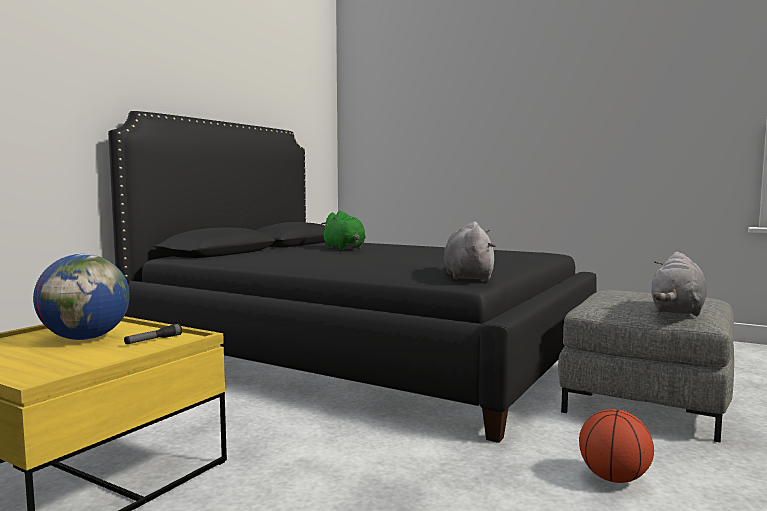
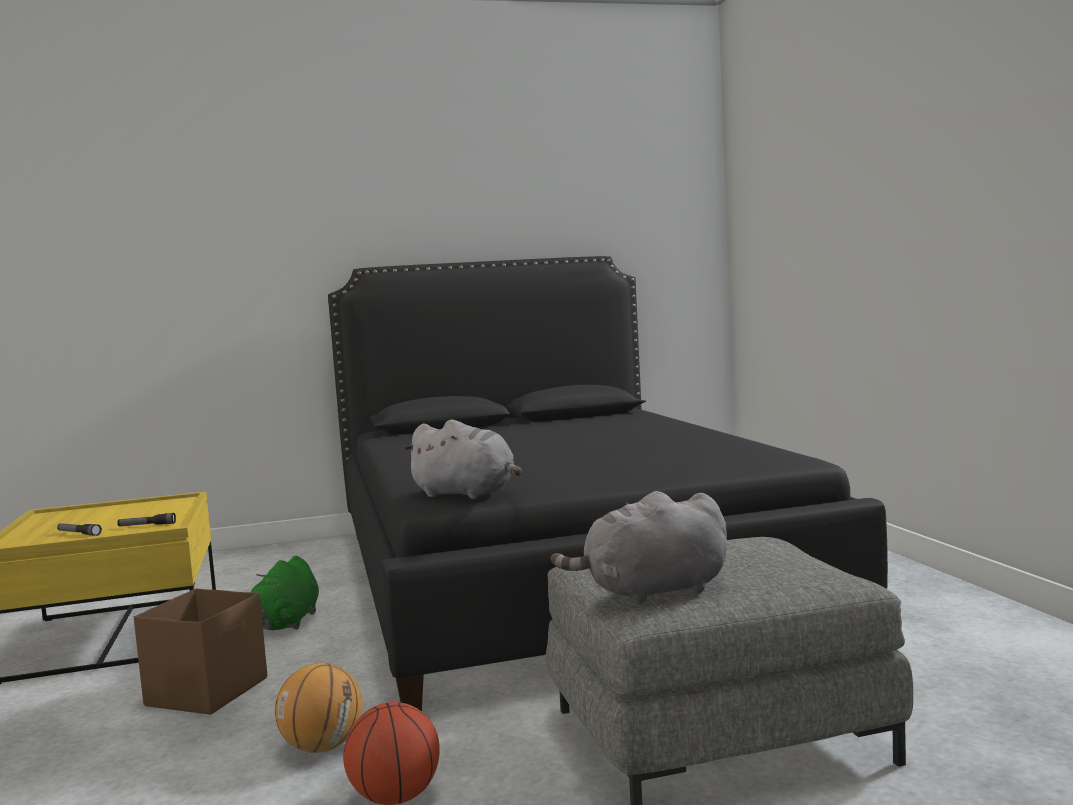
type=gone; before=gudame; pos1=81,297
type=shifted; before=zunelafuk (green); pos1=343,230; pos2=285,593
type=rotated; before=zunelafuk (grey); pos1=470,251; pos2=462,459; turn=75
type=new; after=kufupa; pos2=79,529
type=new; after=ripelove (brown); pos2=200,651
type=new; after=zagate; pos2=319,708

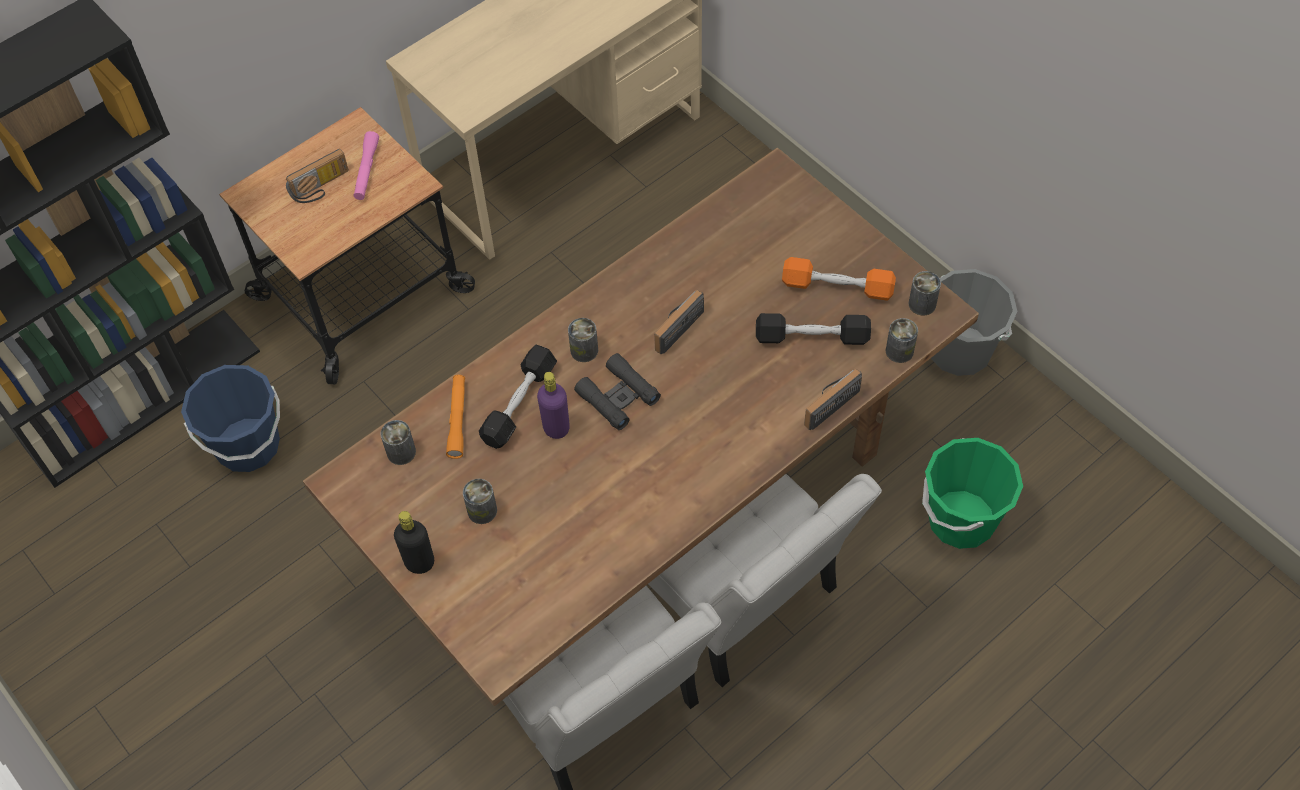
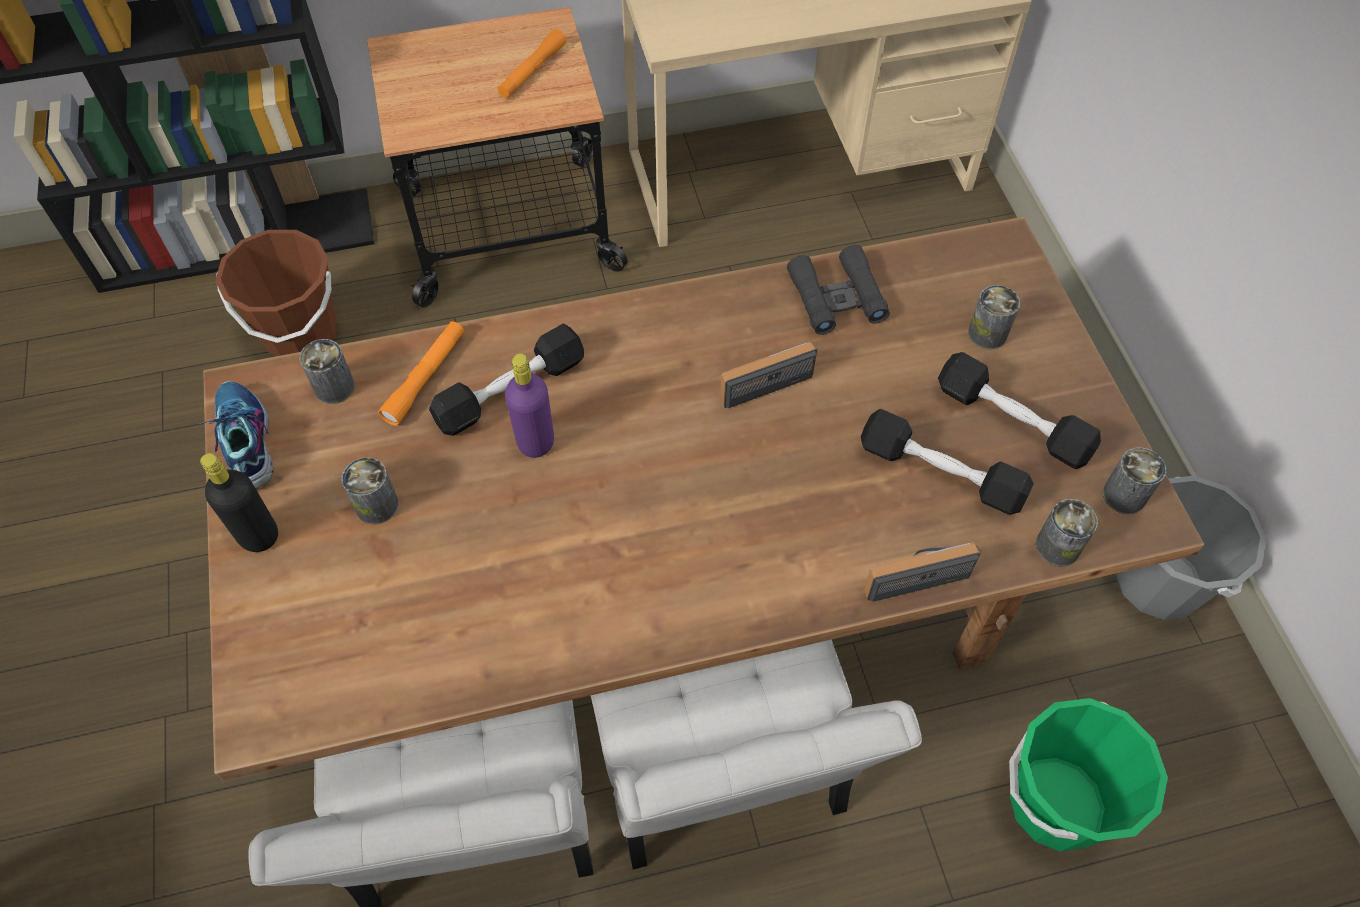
type=repainted; before=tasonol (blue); after=tasonol (brown); pos1=230,418; pos2=276,293
type=gone; before=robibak; pos1=317,176
type=repainted; before=kufupa (pink); after=kufupa (orange); pos1=366,165; pos2=531,63
type=shifted; before=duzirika; pos1=583,340; pos2=994,317
type=shifted; before=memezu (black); pos1=617,391; pos2=838,290
type=repainted; before=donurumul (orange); after=donurumul (black); pos1=839,279; pos2=1019,410
type=new; after=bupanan; pos2=236,434

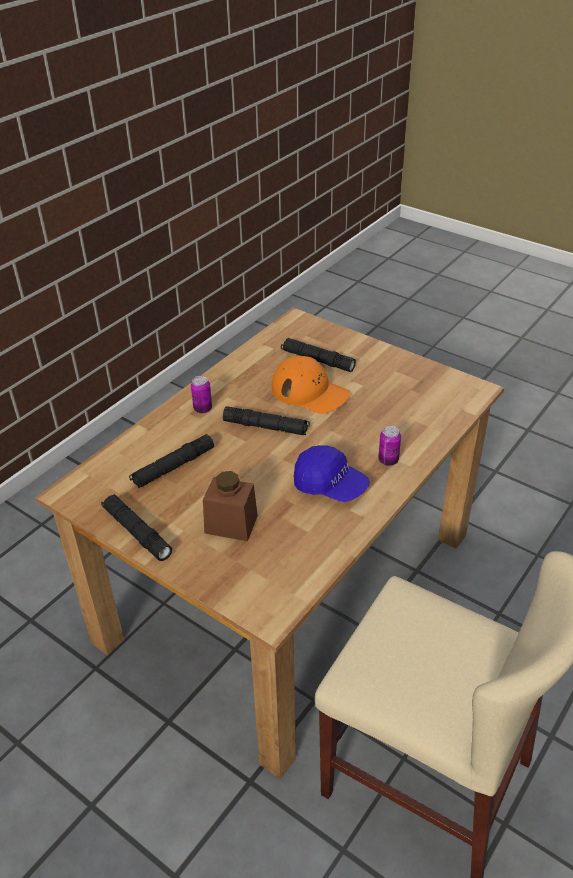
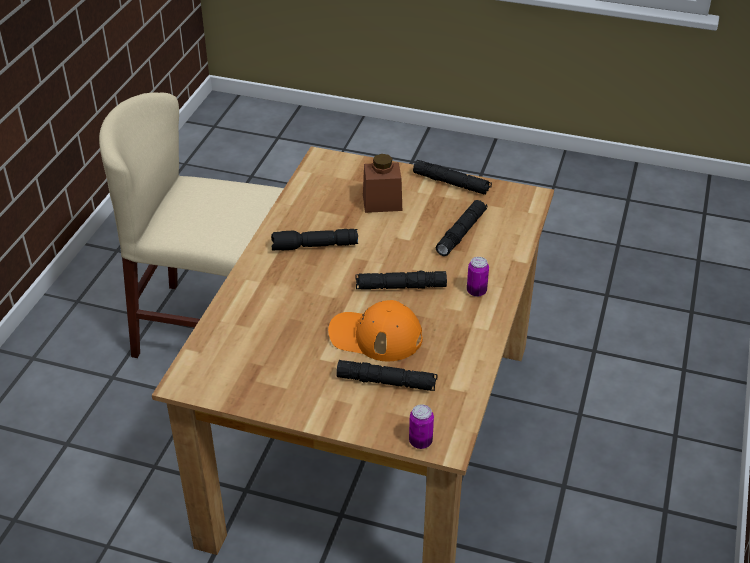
type=swapped; before=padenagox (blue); after=kufupa (black); pos1=332,473; pos2=314,240
type=shifted; before=duzirika; pos1=389,446; pos2=421,426

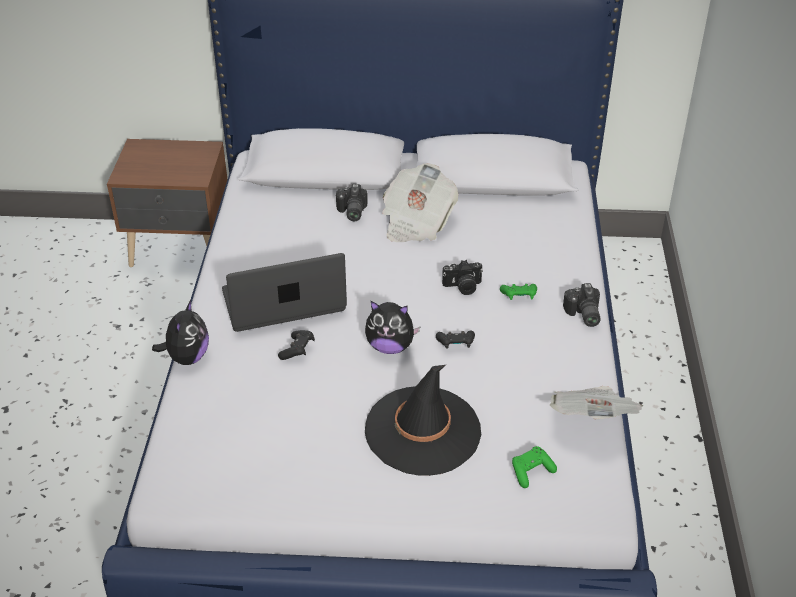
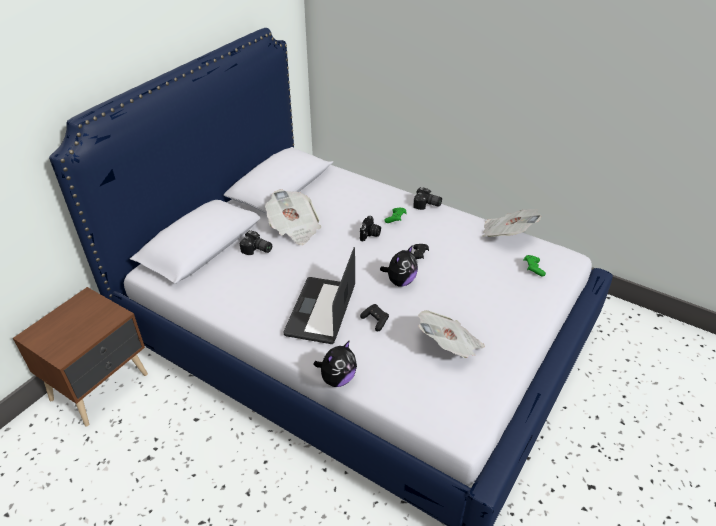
type=rotated; before=zunelafuk; pos1=180,332; pos2=335,363; turn=90
type=gone; before=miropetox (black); pos1=423,420
type=new; after=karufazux; pos2=451,334

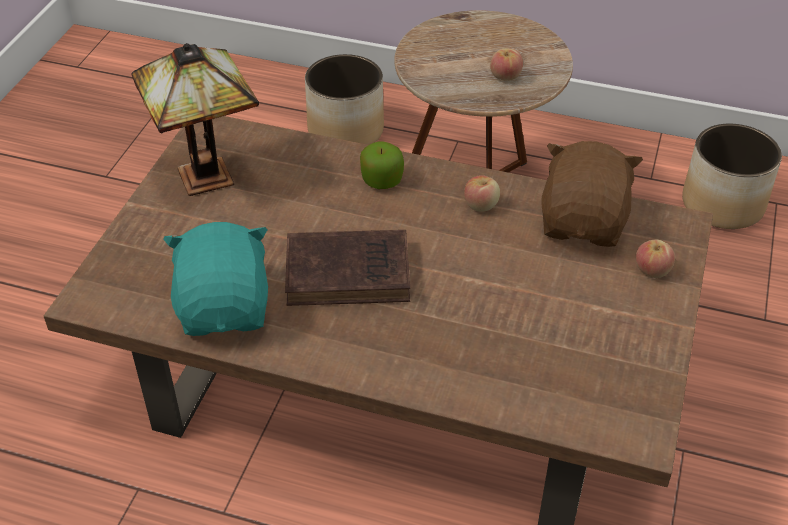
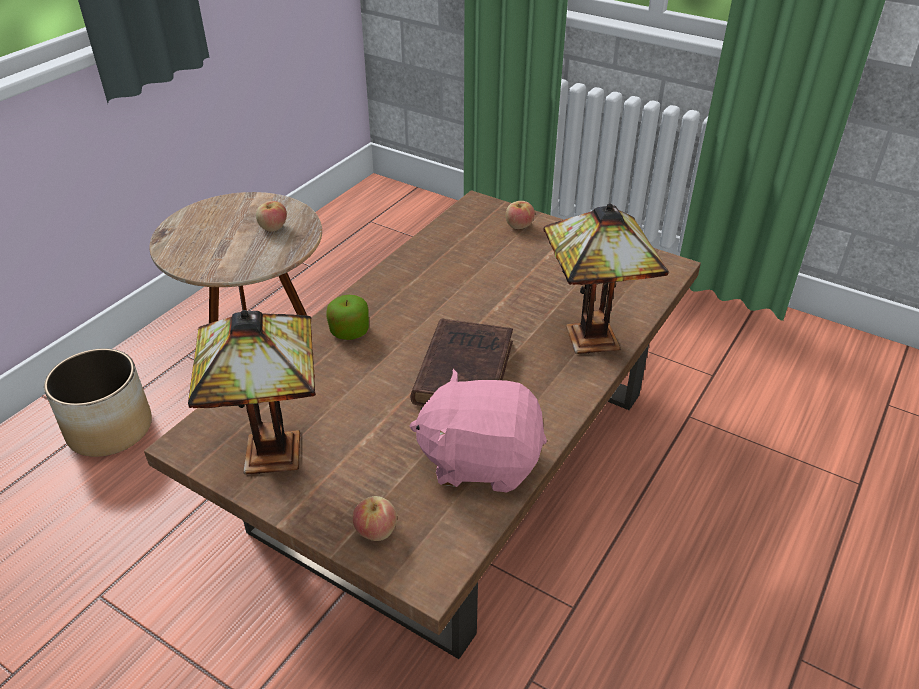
type=repainted; before=zunelafuk (turquoise); after=zunelafuk (pink); pos1=215,279; pos2=478,430
type=shifted; before=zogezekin; pos1=482,193; pos2=375,518
type=gone; before=zunelafuk (brown); pos1=592,194
type=gone; before=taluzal; pos1=732,176
type=new; after=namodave; pos2=606,279

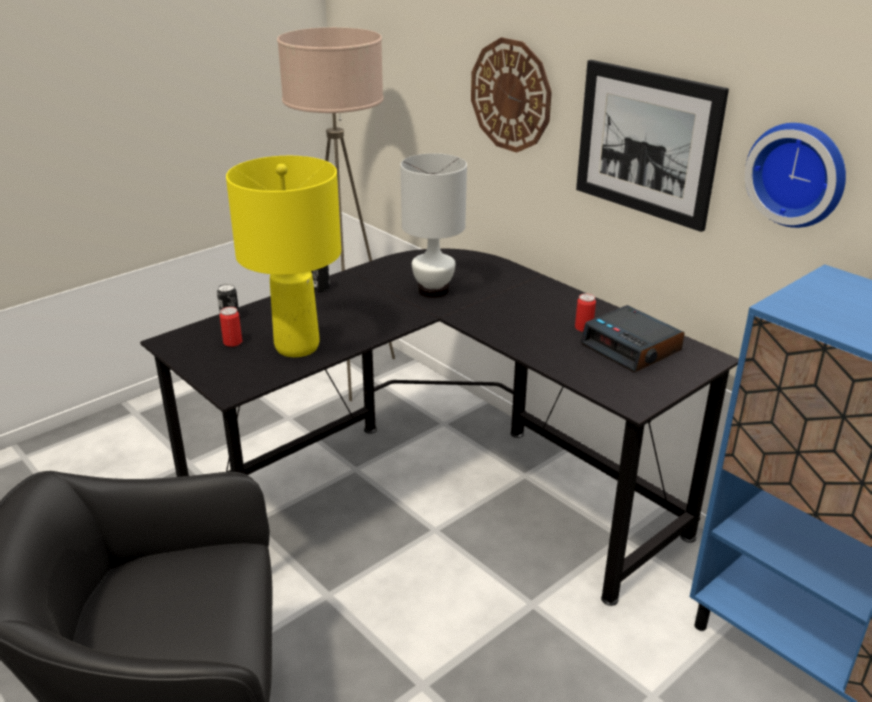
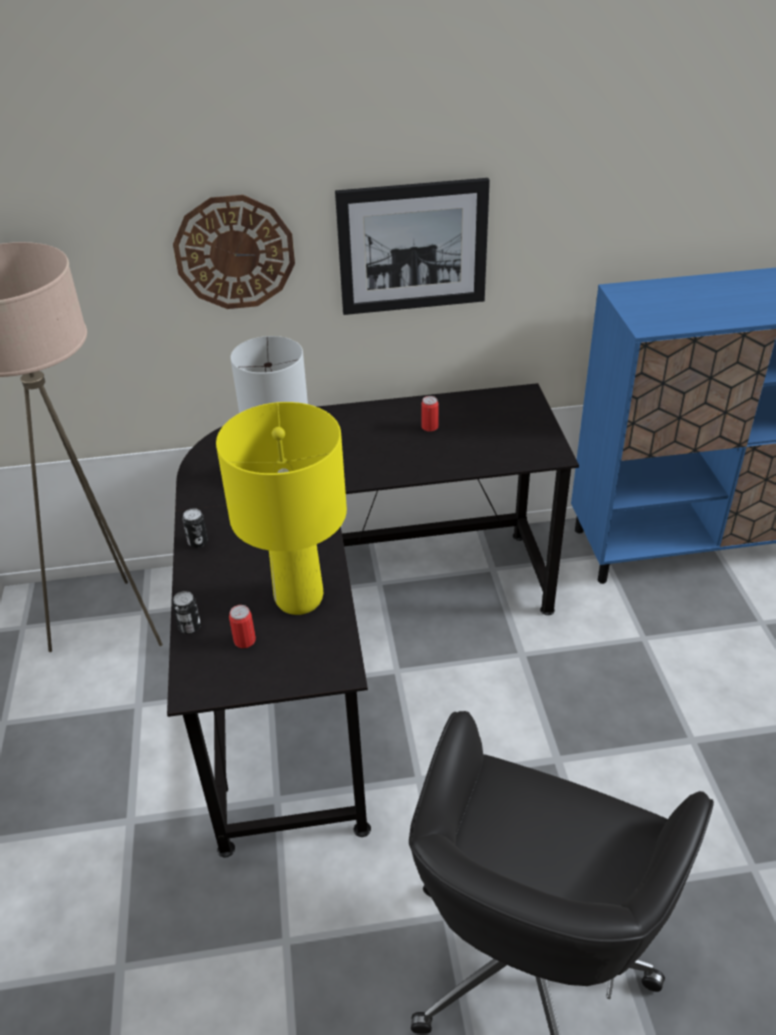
type=gone; before=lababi; pos1=632,338
type=gone; before=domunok; pos1=795,175

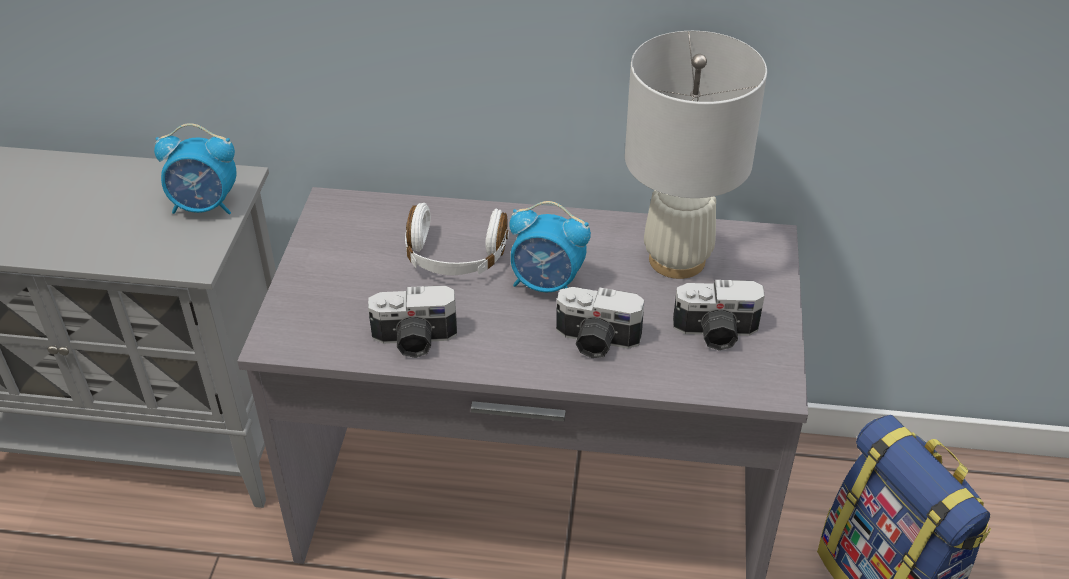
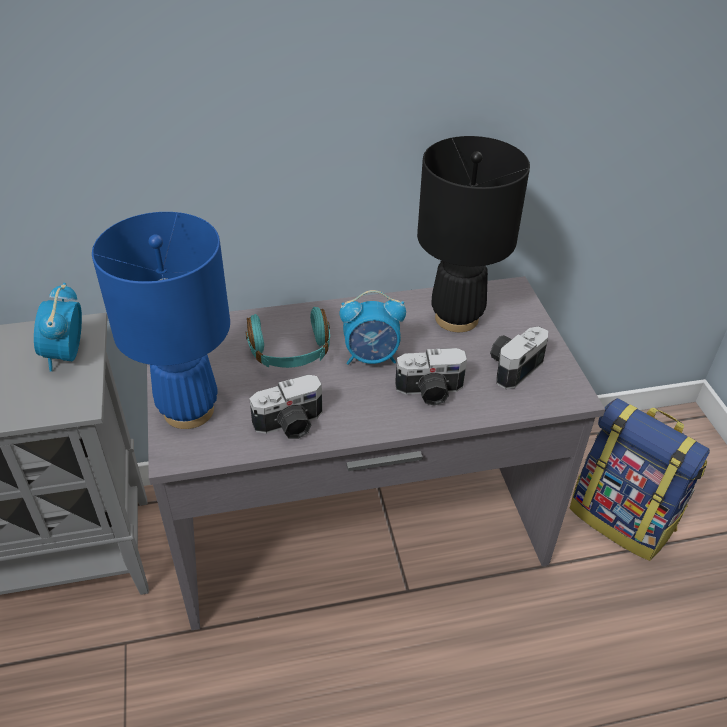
type=rotated; before=lababi; pos1=195,169; pos2=58,327; turn=105
type=repainted; before=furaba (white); after=furaba (turquoise); pos1=457,239; pos2=287,337
type=repainted; before=namodave (white); after=namodave (black); pos1=696,155; pos2=473,234
type=rotated; before=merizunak; pos1=719,315; pos2=519,357; turn=150
type=new; after=namodave (blue); pos2=161,320

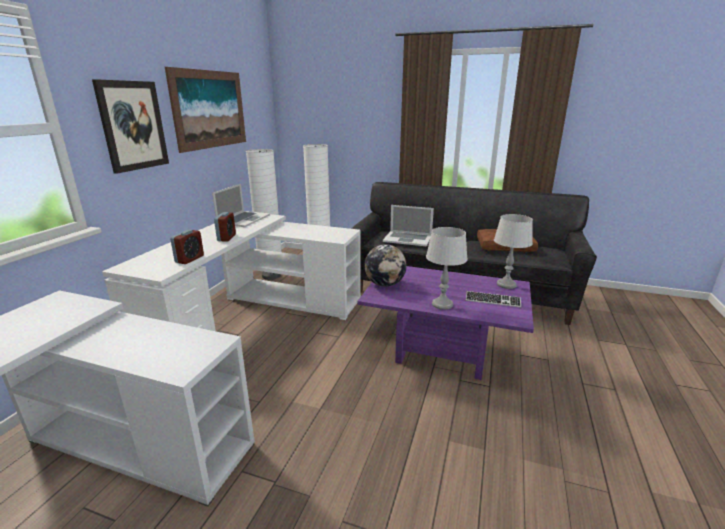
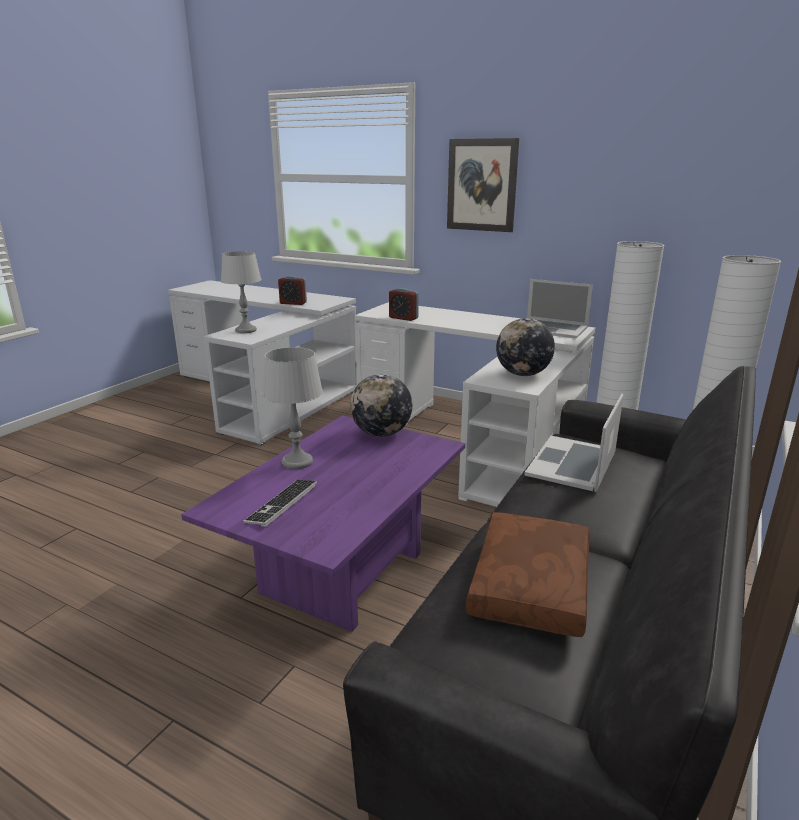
type=gone; before=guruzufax; pos1=205,110
type=shifted; before=lababi; pos1=225,226; pos2=292,290
type=shifted; before=namodave (grey); pos1=513,251; pos2=241,292
type=new; after=gudame; pos2=525,347

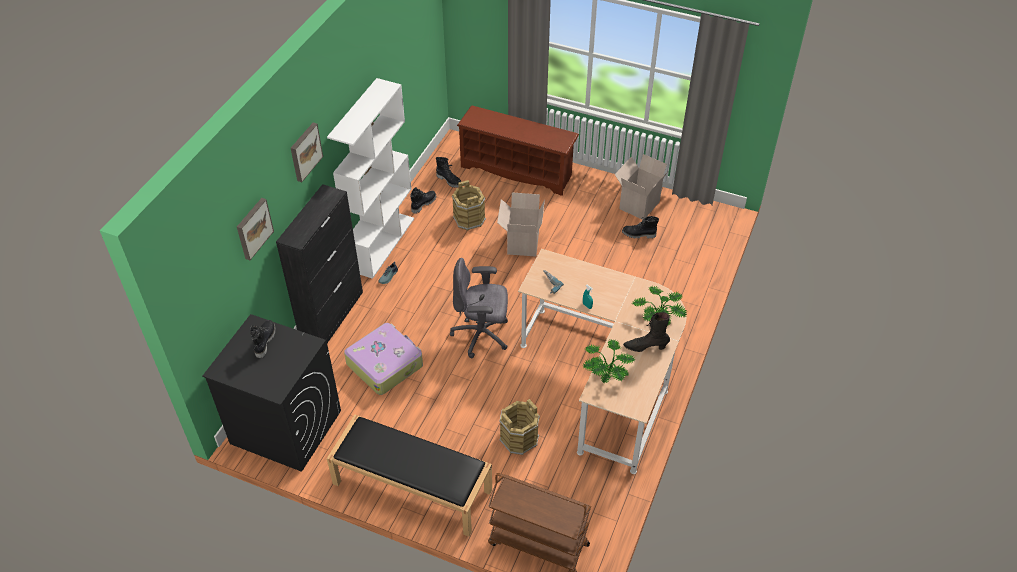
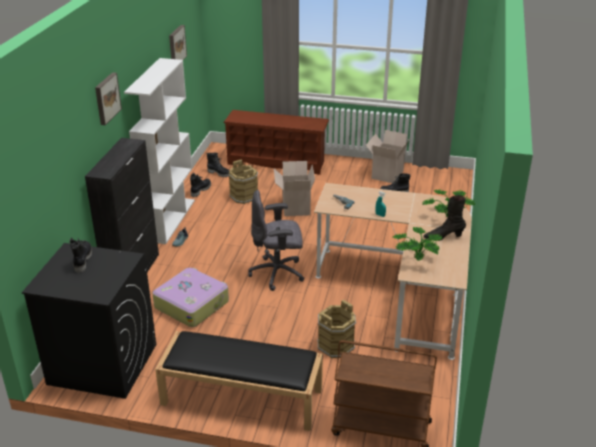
type=shifted; before=guruzufax; pos1=255,229; pos2=178,42

